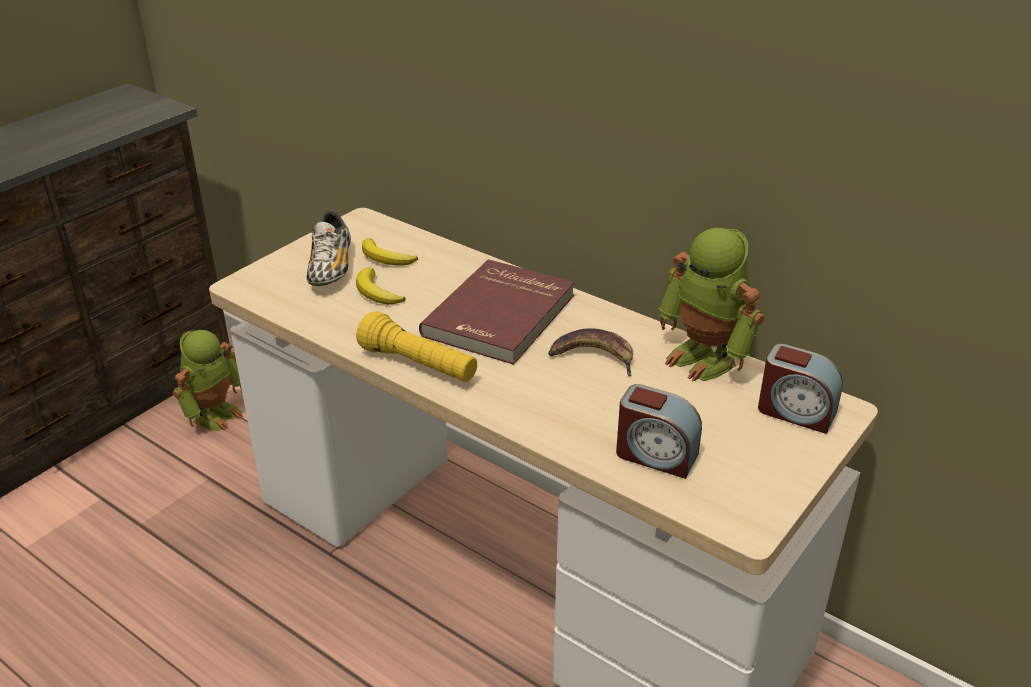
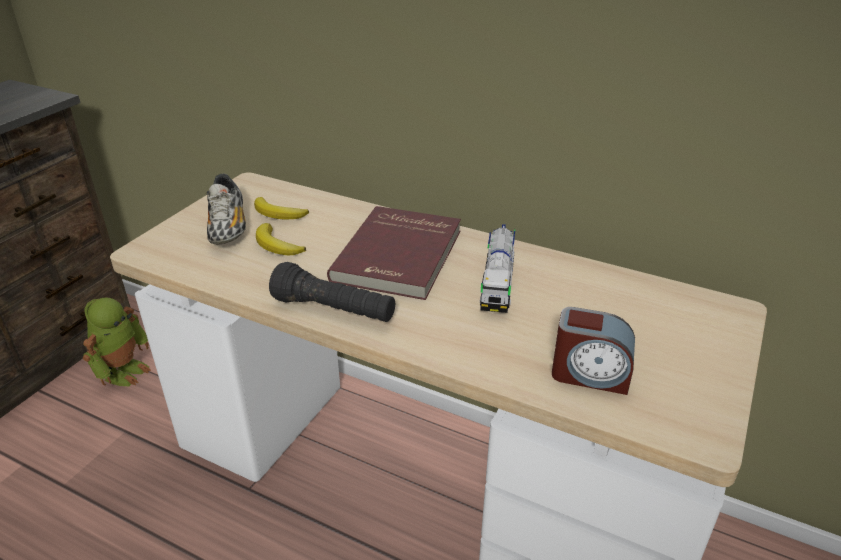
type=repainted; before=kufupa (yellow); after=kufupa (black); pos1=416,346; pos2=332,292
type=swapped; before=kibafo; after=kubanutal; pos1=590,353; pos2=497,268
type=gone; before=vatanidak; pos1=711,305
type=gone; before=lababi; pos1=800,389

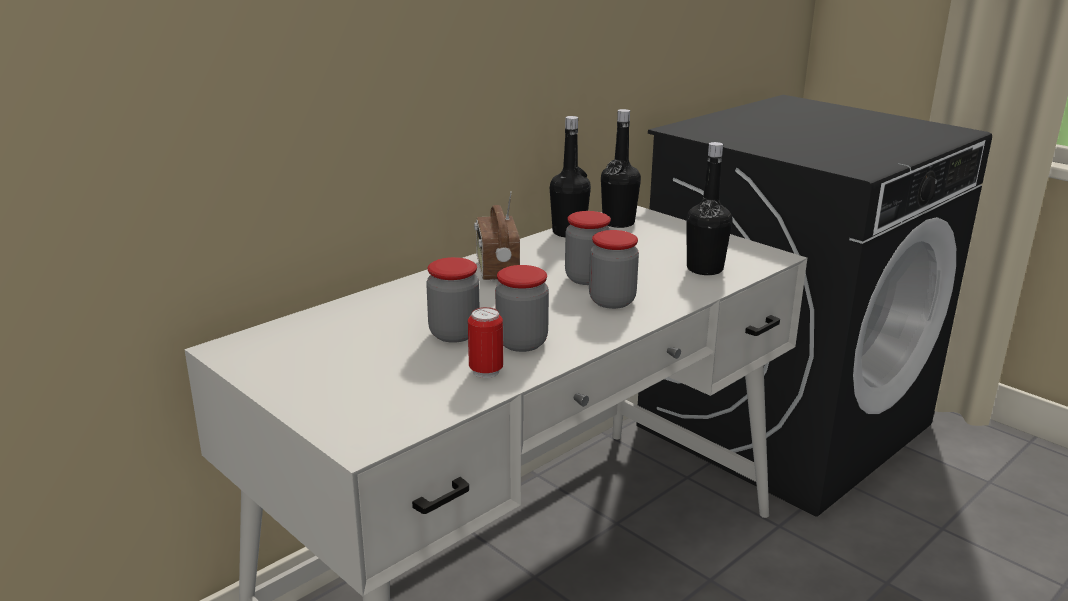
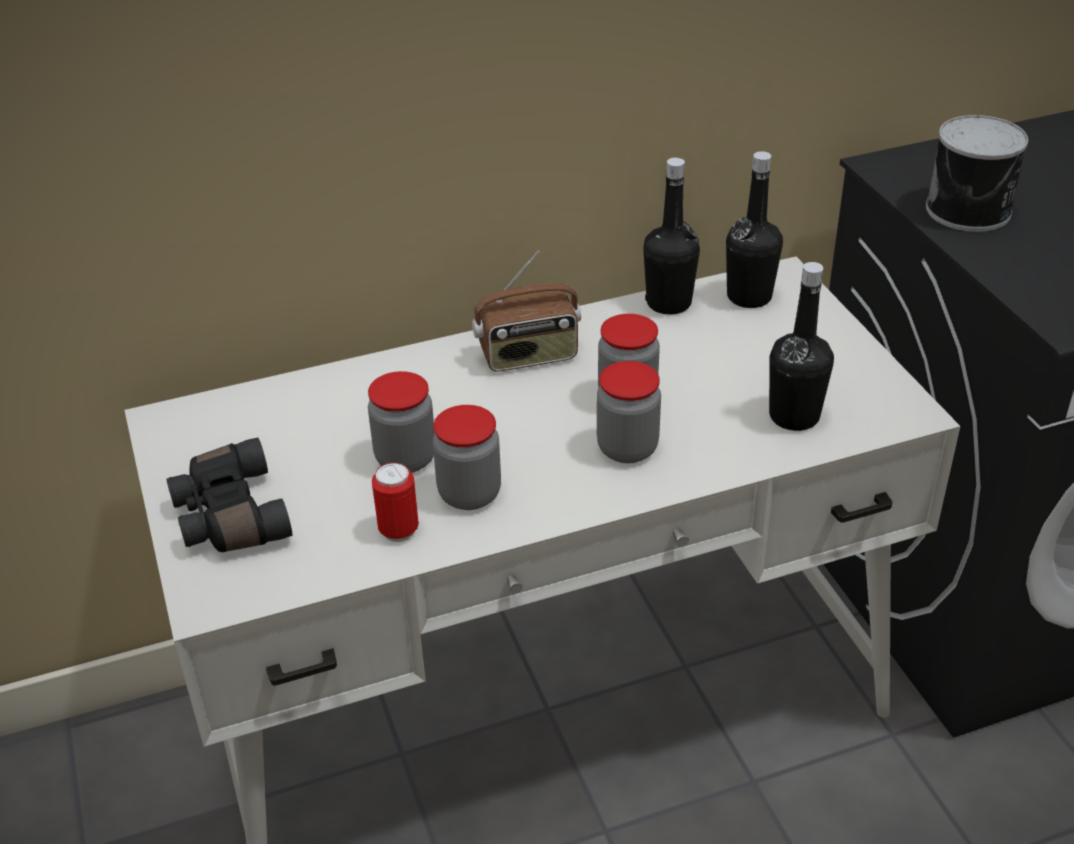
type=rotated; before=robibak; pos1=497,235; pos2=526,311; turn=-120
type=new; after=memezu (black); pos2=229,494
type=new; after=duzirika; pos2=977,173

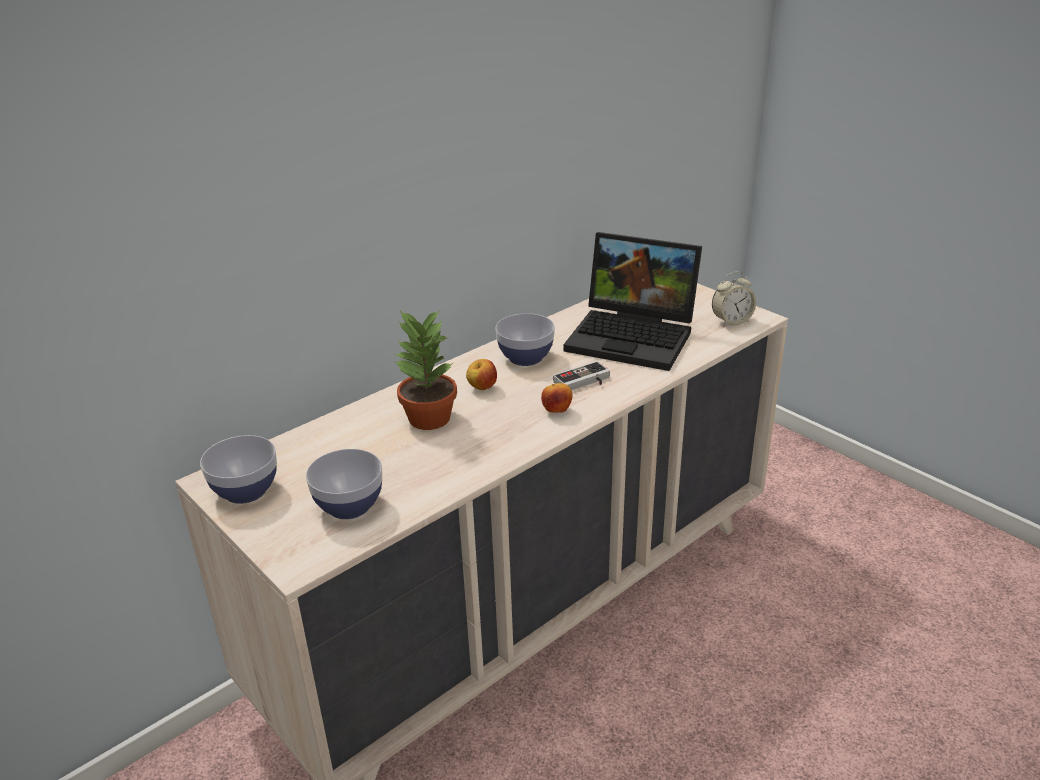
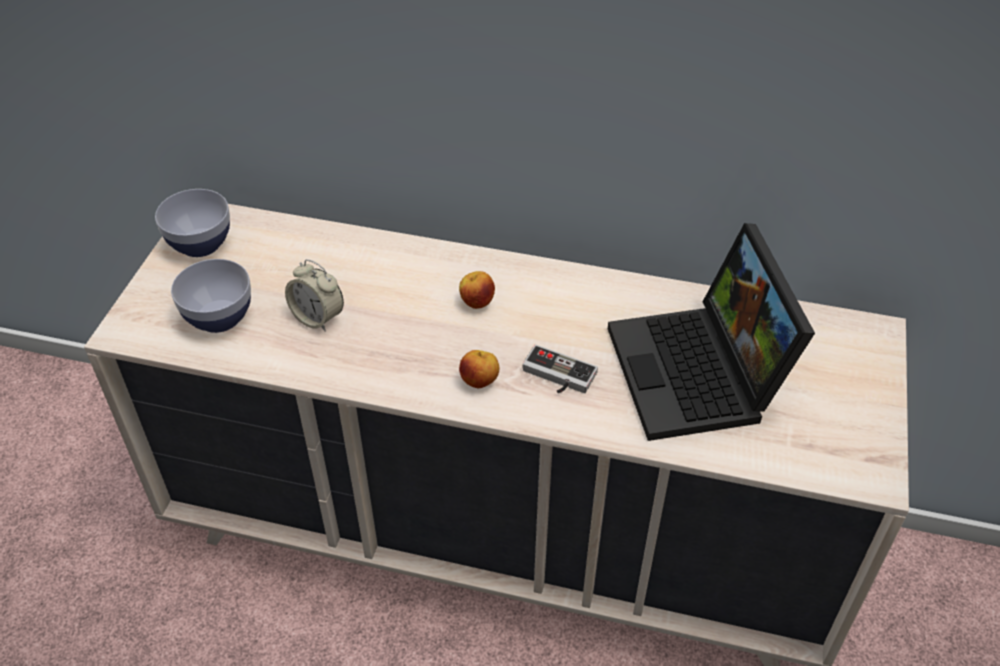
type=gone; before=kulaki; pos1=425,370
type=gone; before=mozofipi; pos1=525,339
type=shifted; before=lababi; pos1=734,299; pos2=314,295

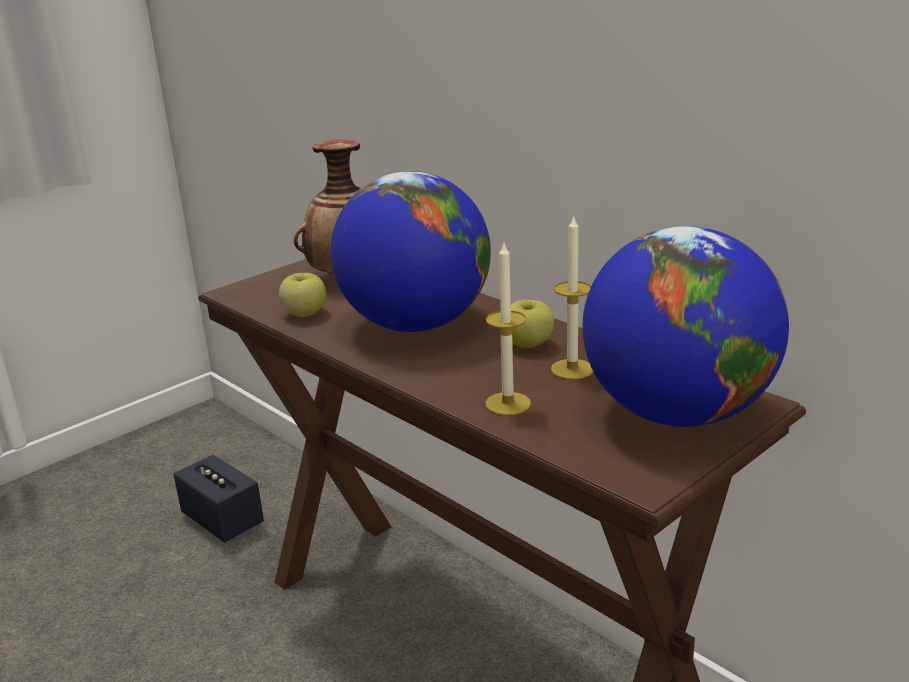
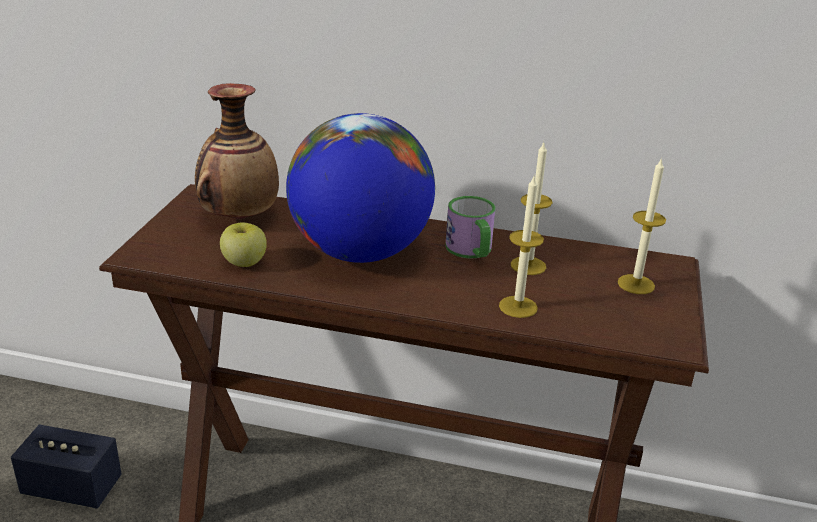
type=swapped; before=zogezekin; after=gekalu; pos1=532,324; pos2=470,227
type=swapped; before=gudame; after=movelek; pos1=685,326; pos2=642,225

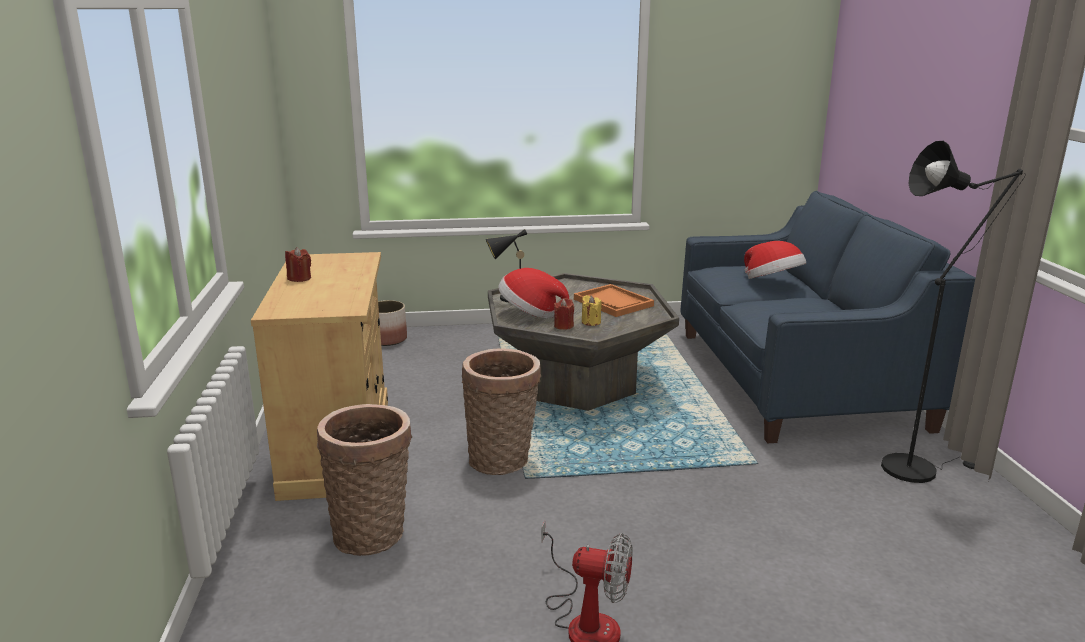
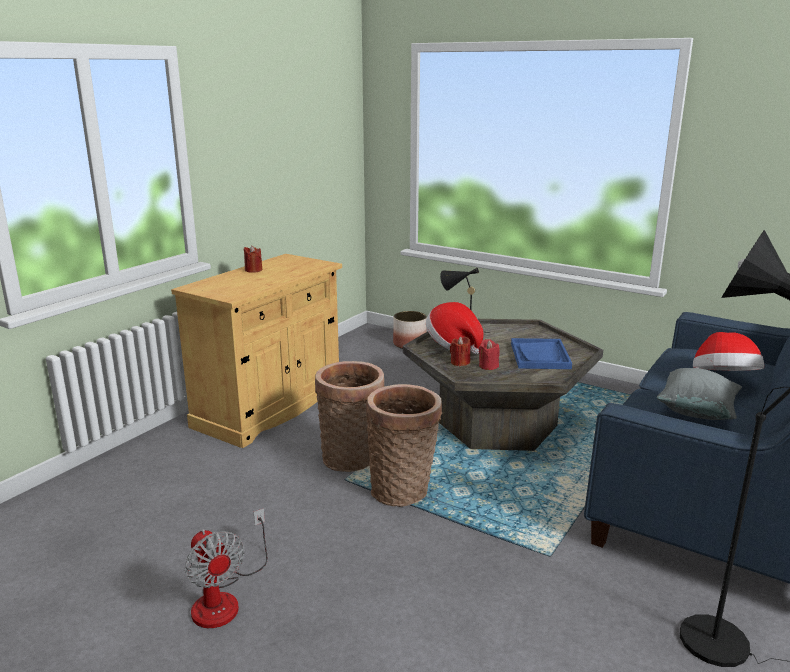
type=shifted; before=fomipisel; pos1=364,480; pos2=404,445
type=repainted; before=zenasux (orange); after=zenasux (blue); pos1=614,300; pos2=541,353
type=repainted; before=movelek (yellow); after=movelek (red); pos1=592,310; pos2=489,354
type=new; after=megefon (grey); pos2=699,394

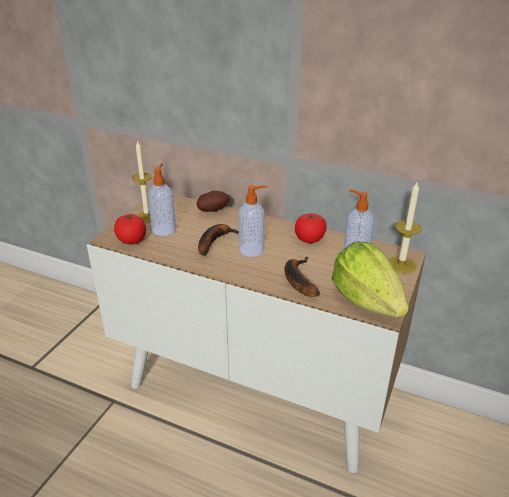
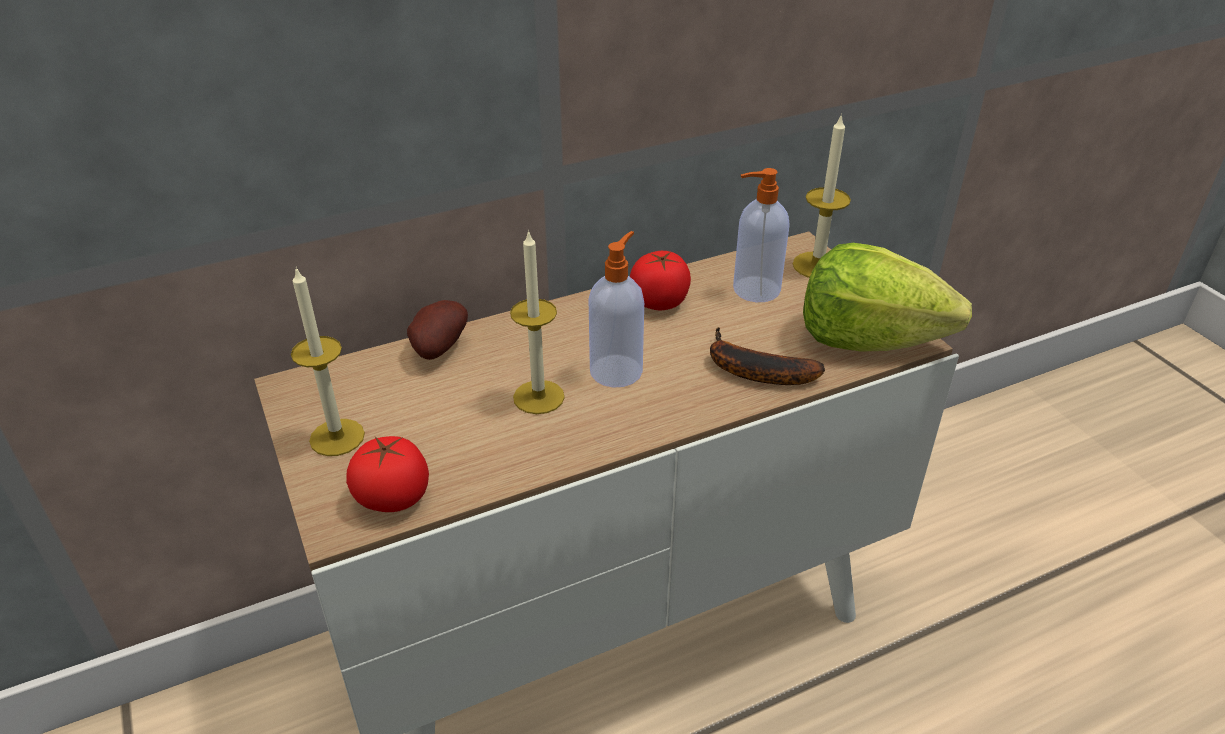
type=gone; before=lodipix; pos1=162,199
type=swapped; before=kibafo; after=movelek; pos1=218,240; pos2=537,322

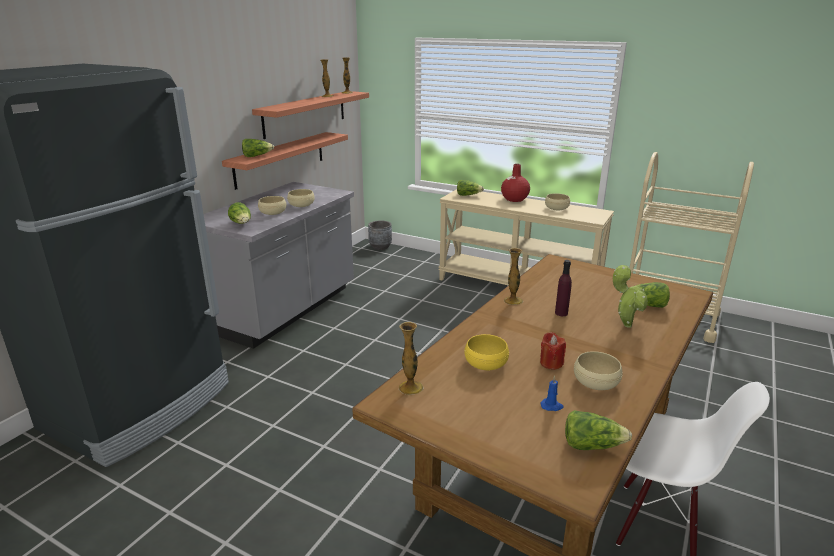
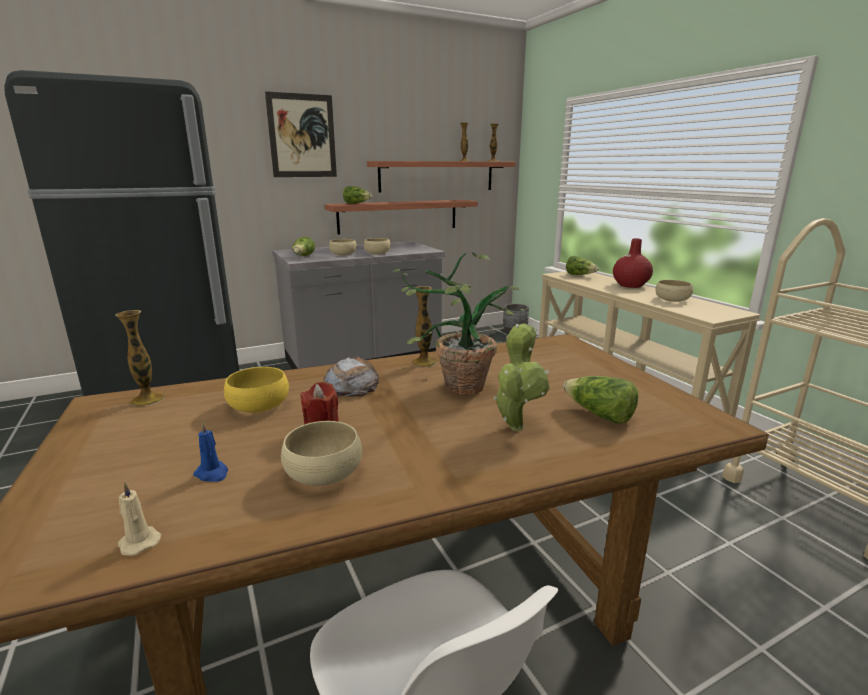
type=swapped; before=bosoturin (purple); after=kulaki; pos1=563,288; pos2=458,323
type=swapped; before=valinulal; after=movelek (beige); pos1=598,430; pos2=139,518
type=new; after=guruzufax; pos2=301,134
type=new; after=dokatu; pos2=351,376

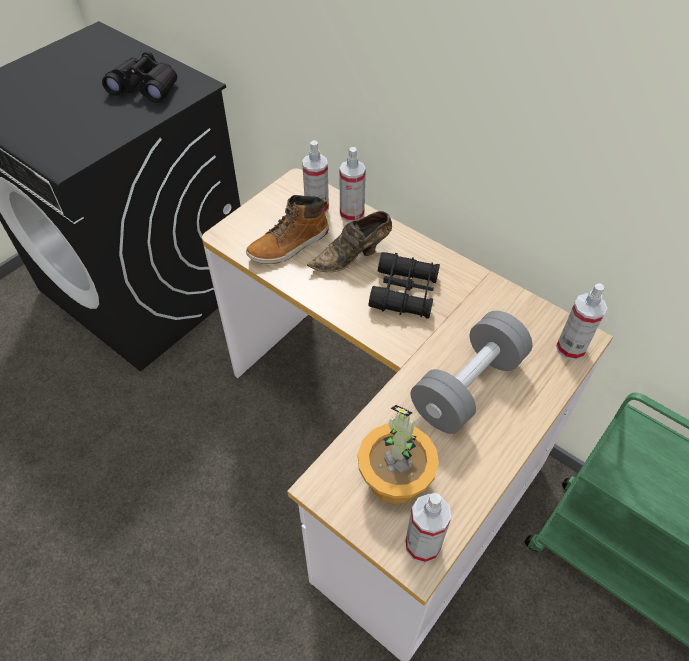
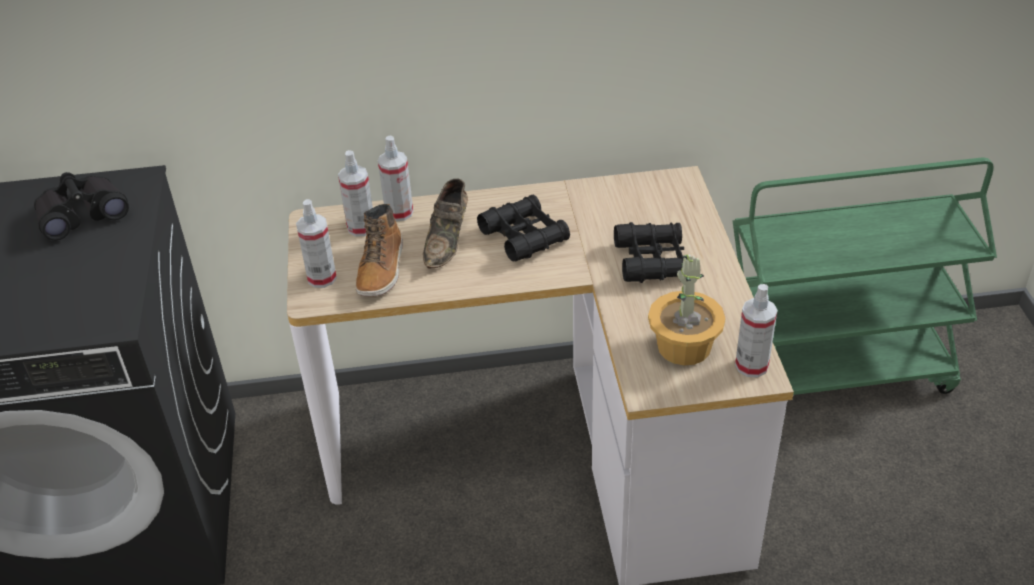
type=swapped; before=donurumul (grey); after=memezu (black); pos1=472,372; pos2=650,252
type=shifted; before=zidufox; pos1=581,322; pos2=316,243

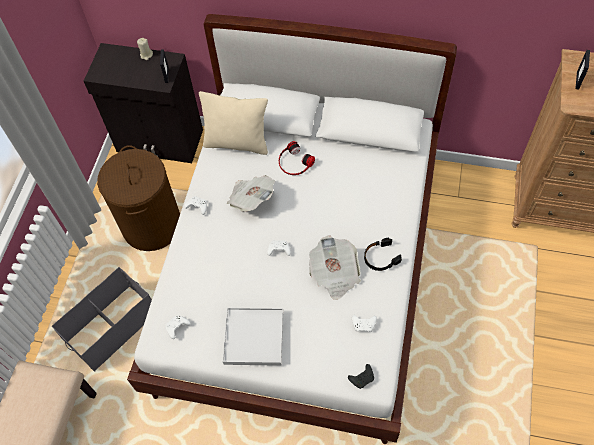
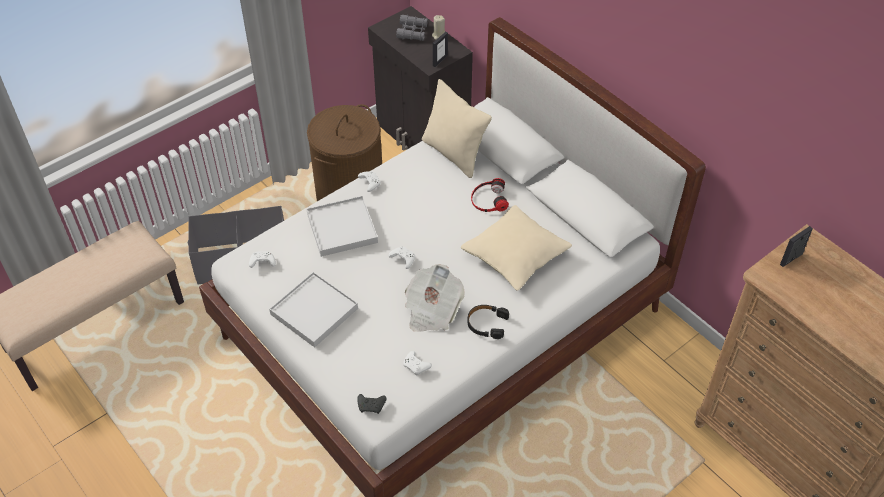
type=gone; before=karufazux; pos1=251,193
type=new; after=zenasux (white); pos2=342,226
type=new; after=memezu (grey); pos2=412,28
type=new; after=megefon (beige); pos2=516,248

